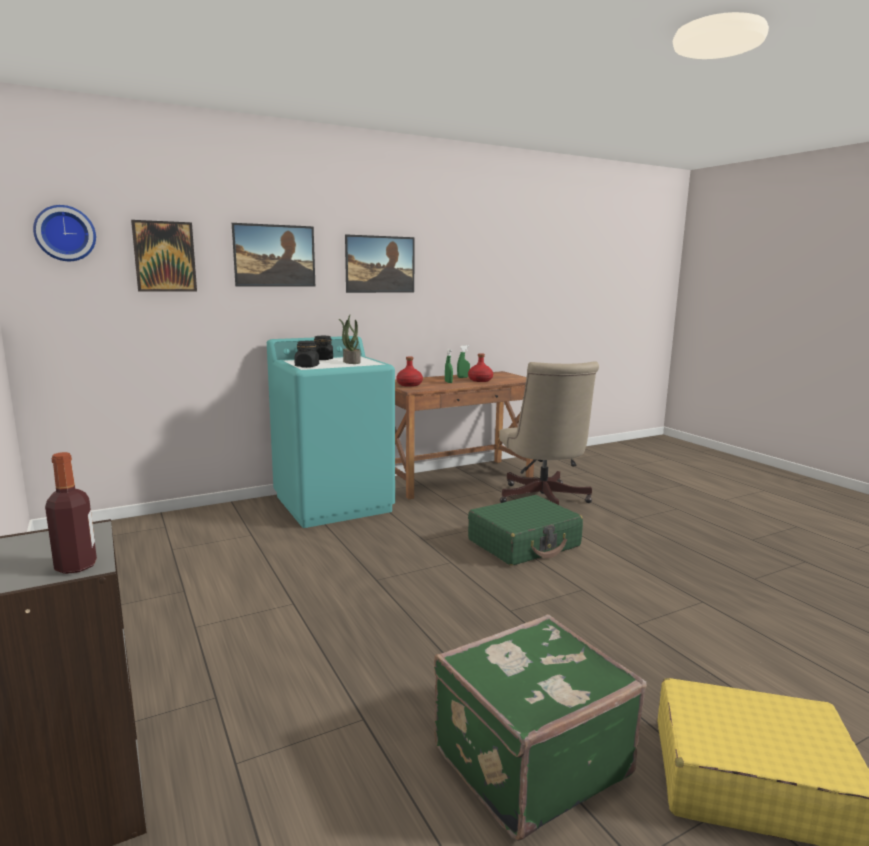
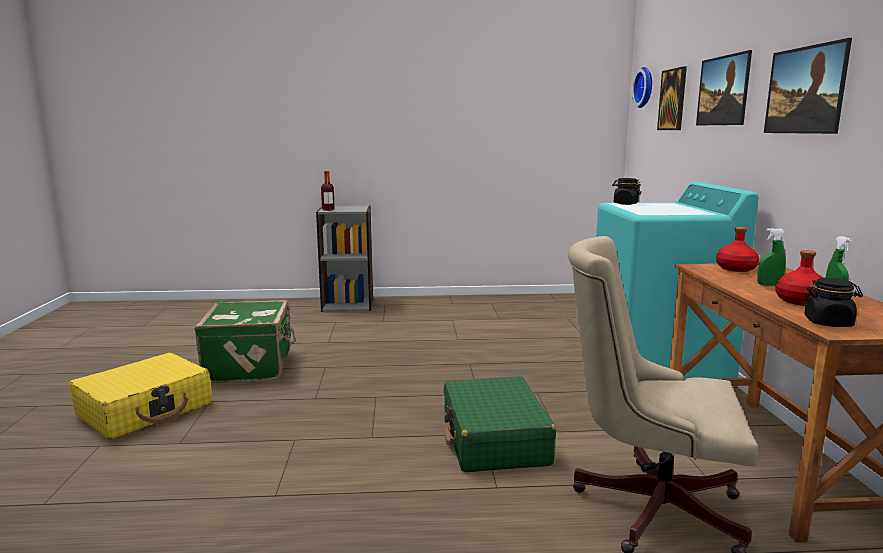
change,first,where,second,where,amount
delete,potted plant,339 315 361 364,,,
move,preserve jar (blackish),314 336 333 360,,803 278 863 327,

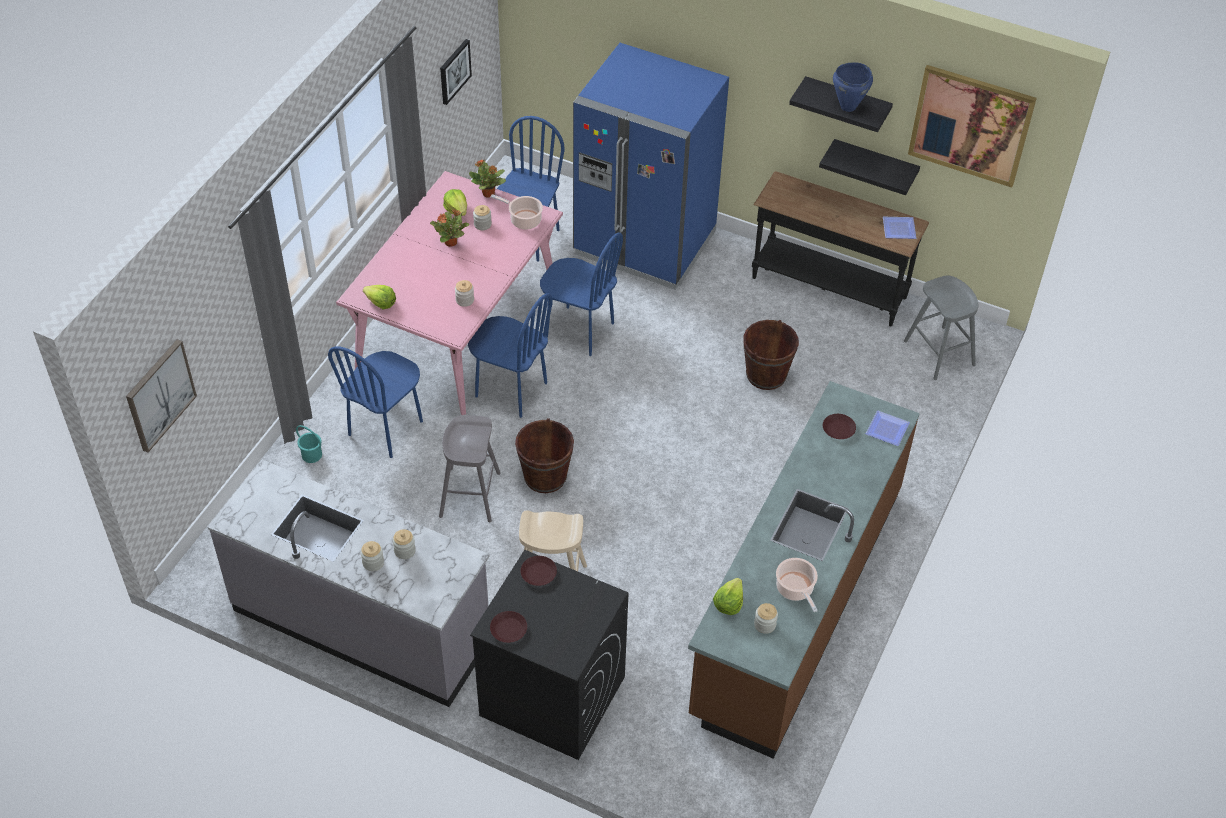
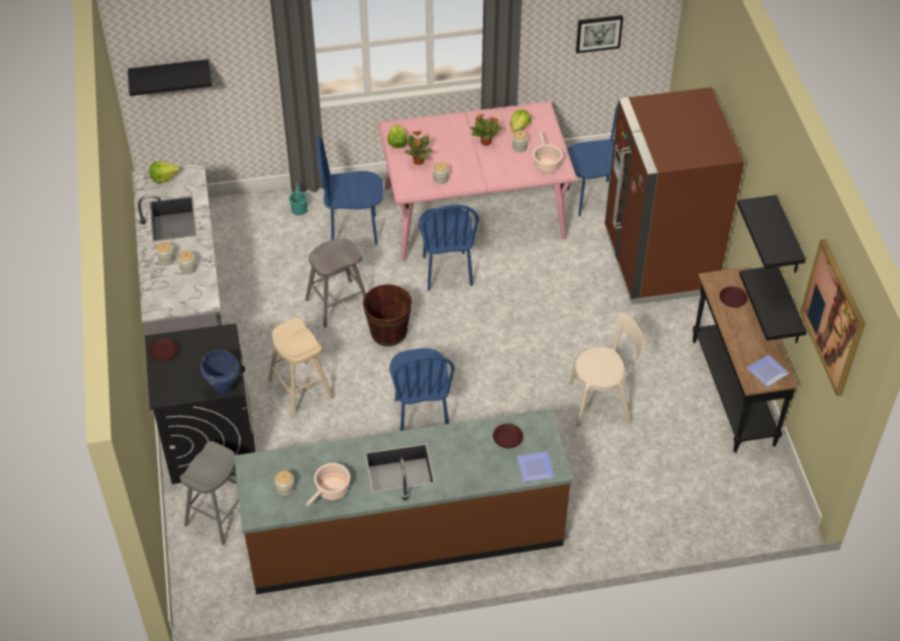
change,first,where,second,where,amount
recolor,kitchen fridge (blue),573 43 729 290,kitchen fridge (brown-coloured),605 87 744 304,
move,stockpot (blue),833 62 873 112,,200 350 240 394,
move,potted plant,469 159 506 198,,404 131 433 165,
move,plain chair (blue),540 232 623 356,,390 348 455 431,
move,stool (gray),904 276 978 380,,180 441 239 545,
replace,water bucket (brown-coloured),743 320 799 390,plain chair (beige),568 313 644 427,
replace,picture,126 339 197 453,bracket shelf (blackish),128 59 212 96,
move,plate (brown-coloured),520 556 557 586,,719 286 748 308,
move,lettuce,713 578 743 615,,149 161 180 183,

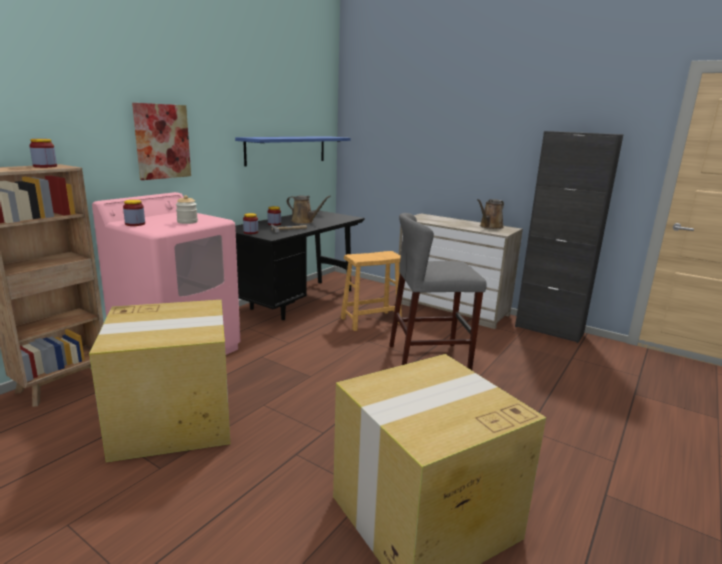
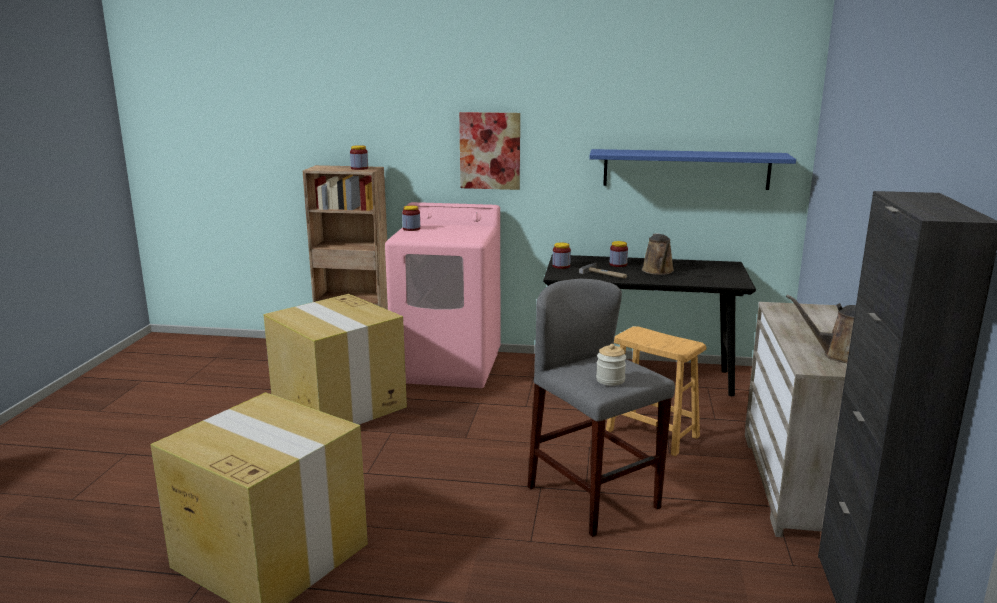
change,first,where,second,where,amount
move,preserve jar,176 195 198 224,,596 344 626 386,

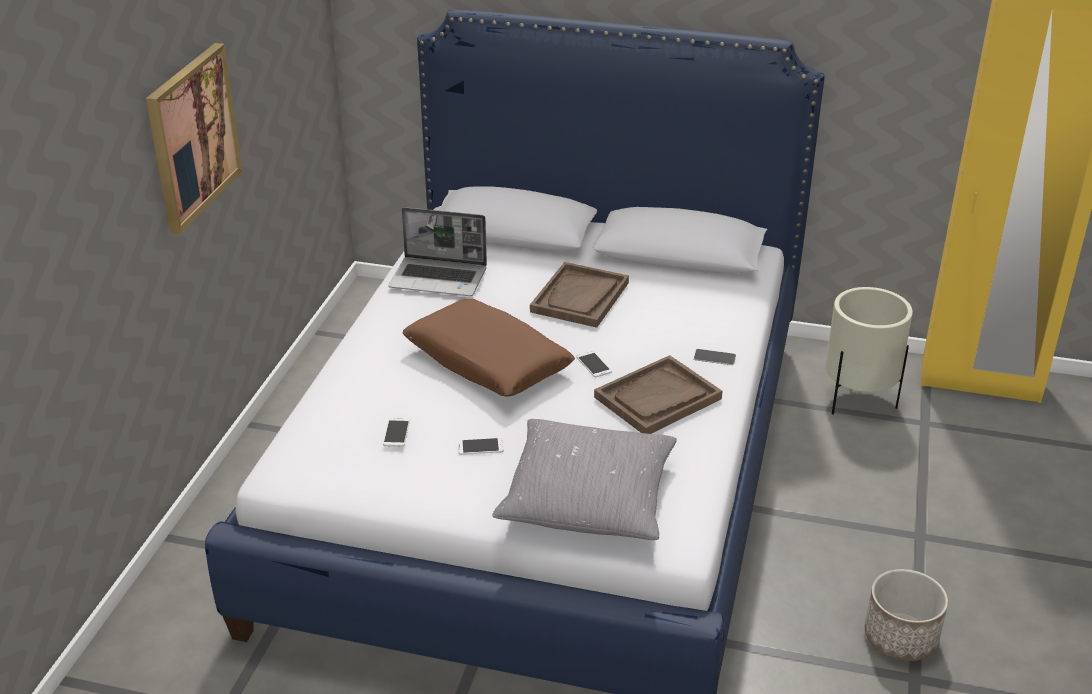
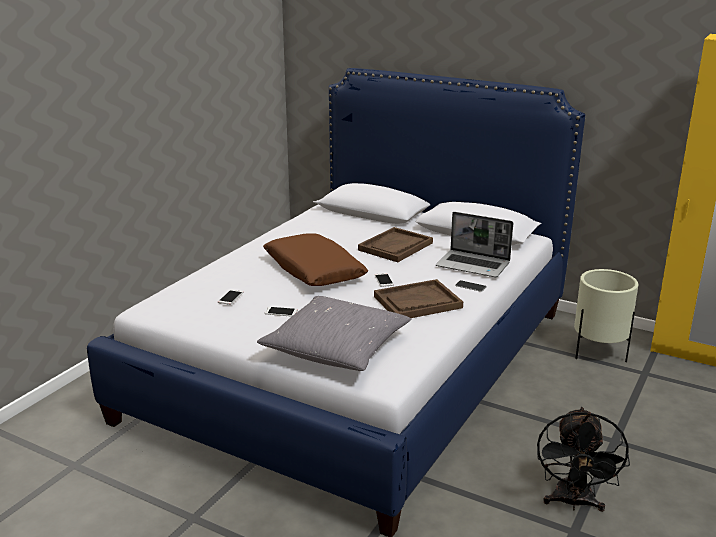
change,first,where,second,where,amount
delete,picture,146 43 243 234,,,
move,laptop,388 207 487 296,,436 212 513 277,
replace,plant pot,865 569 948 661,fan (blackish),537 407 630 512,

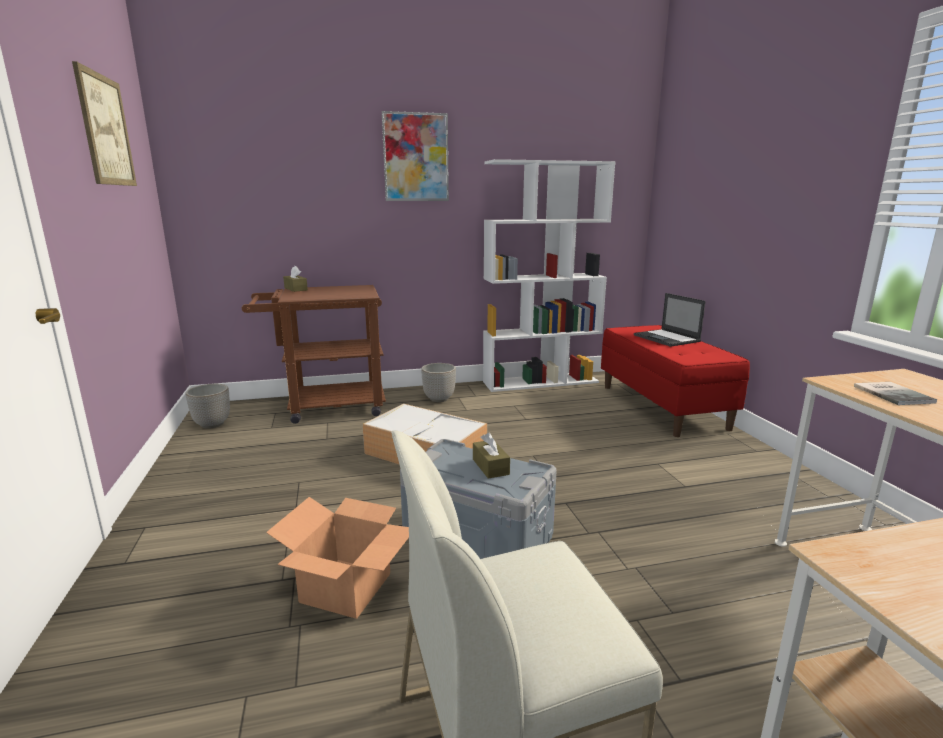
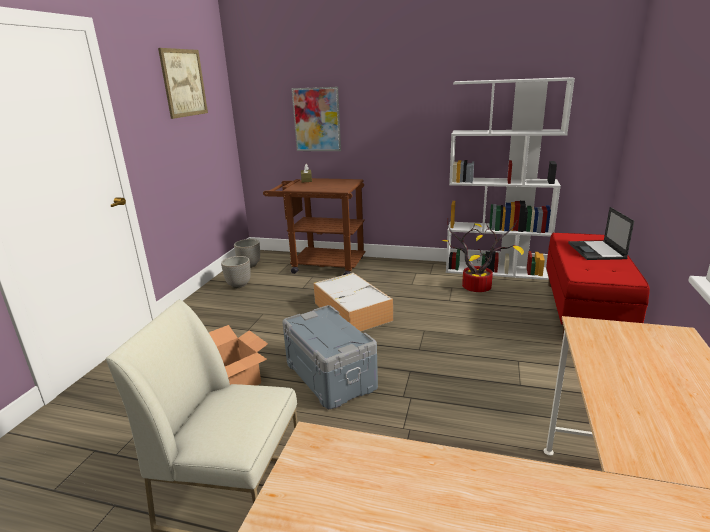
change,first,where,second,where,amount
move,picture,382 111 449 201,,291 87 341 151,
move,plant pot,421 363 456 402,,221 256 251 288,
delete,bound book,854 382 937 405,,,
delete,tissue box (brown-coloured),473 433 510 479,,,
insert,,,potted plant,442 220 524 292,

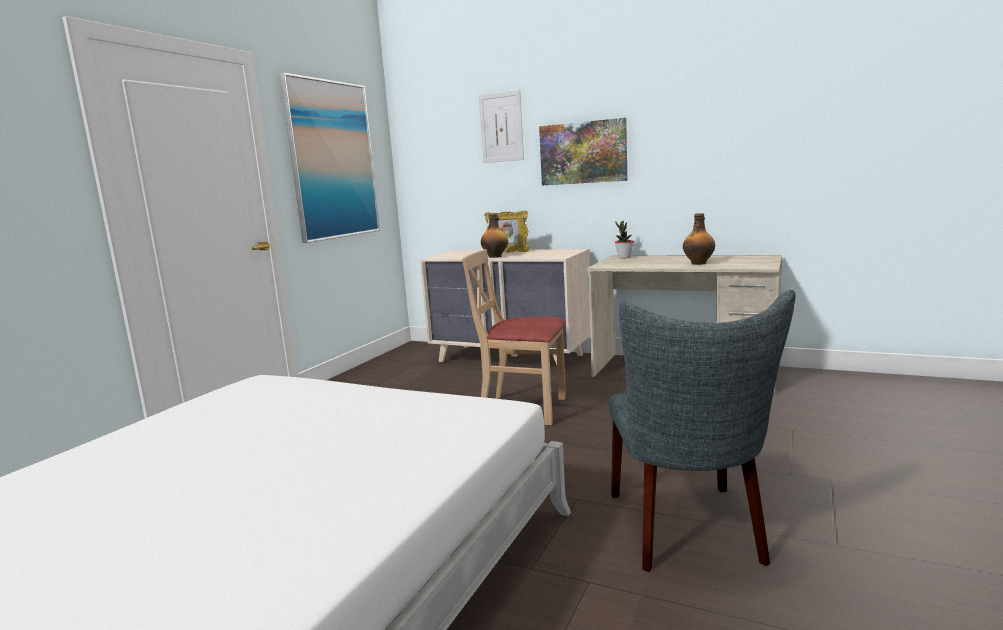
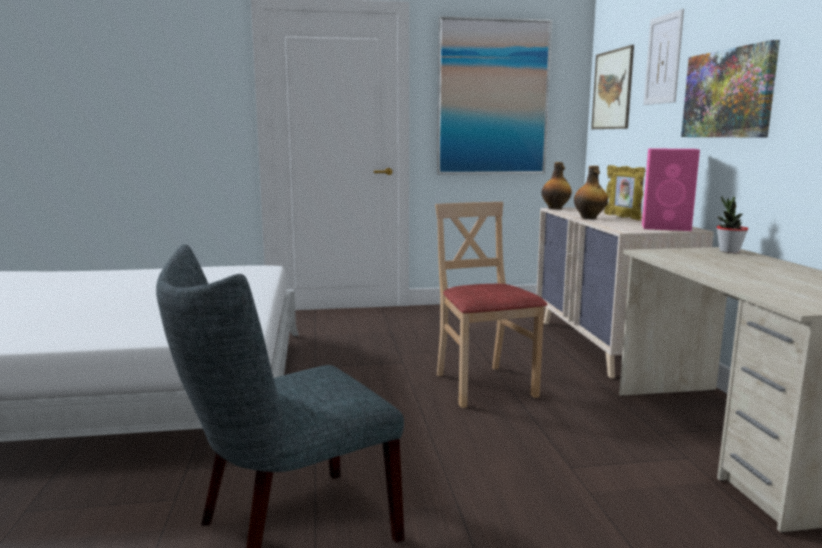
change,first,where,second,where,amount
move,bottle,683 213 715 265,,541 162 572 210,
insert,,,picture,591 45 634 129,
insert,,,loudspeaker (pink),642 148 700 231,

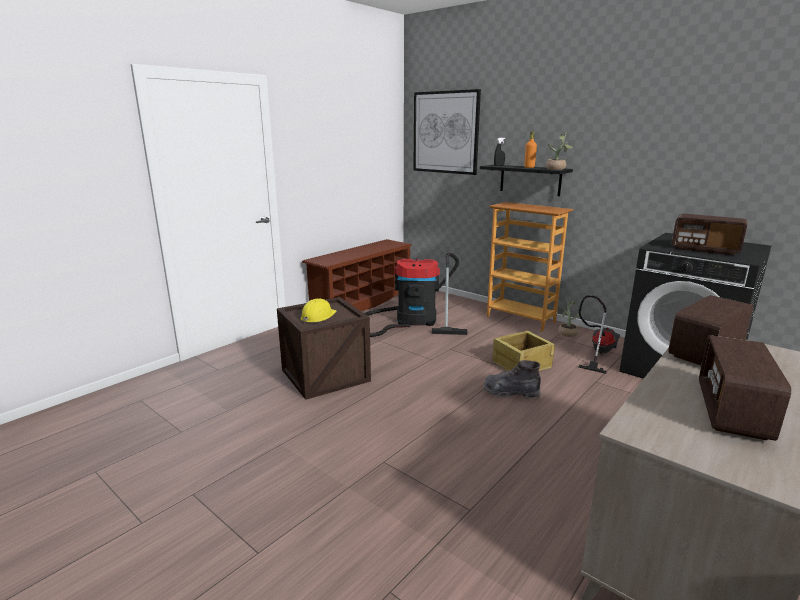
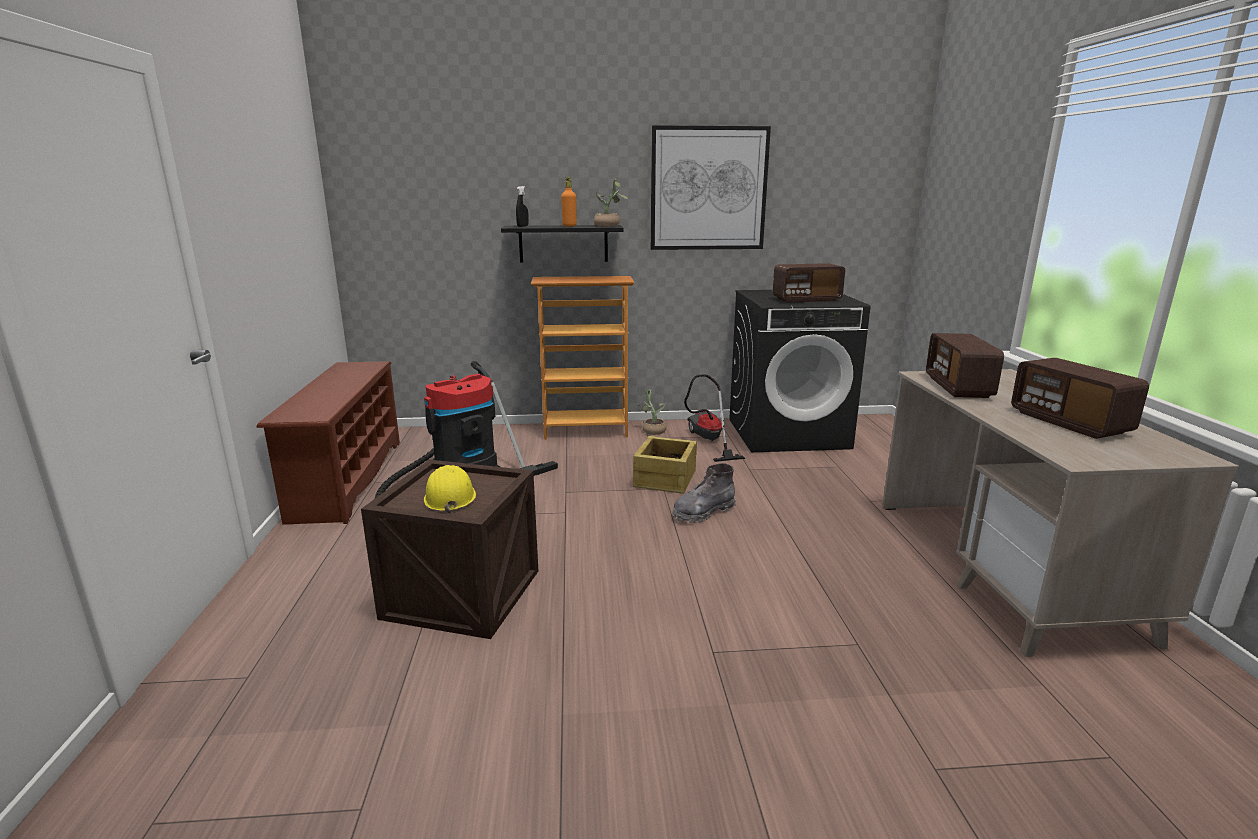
change,first,where,second,where,amount
move,picture,413 89 481 175,,651 125 771 250,

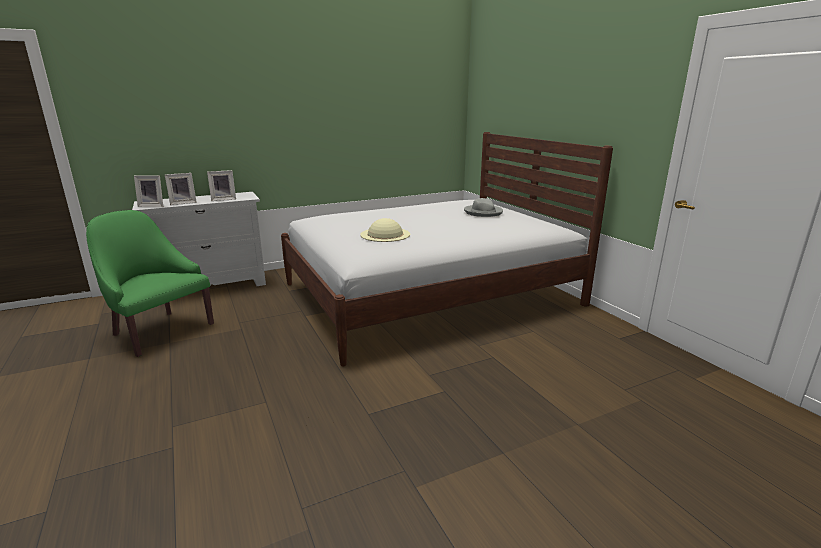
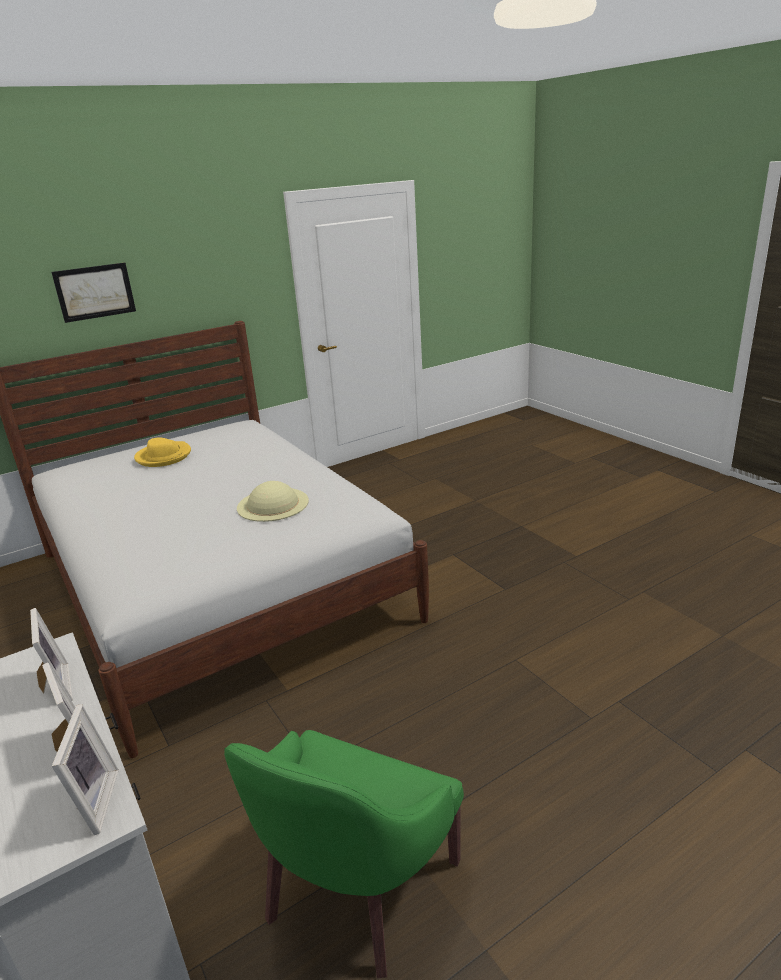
change,first,where,second,where,amount
recolor,wearable hat (gray),464 198 503 217,wearable hat (yellow),134 437 191 467,
insert,,,picture,51 263 136 323,

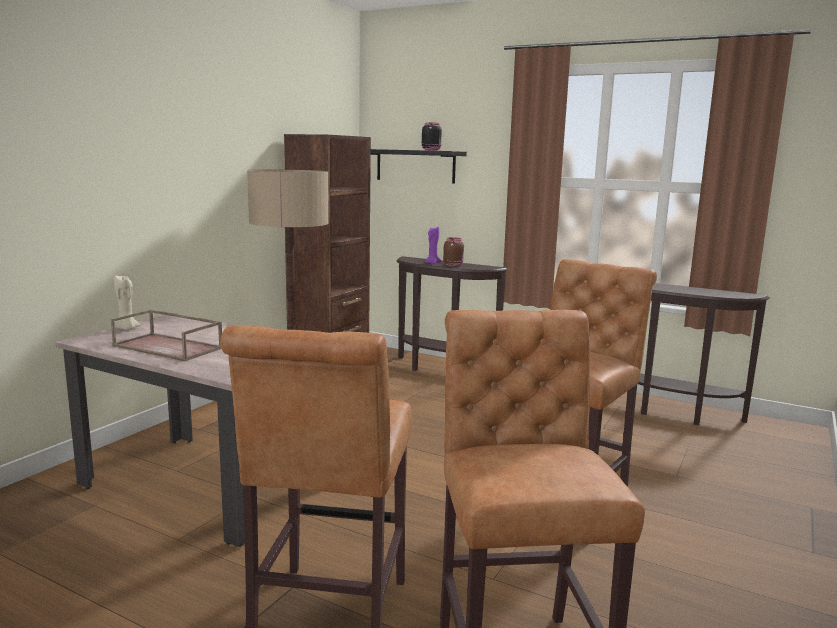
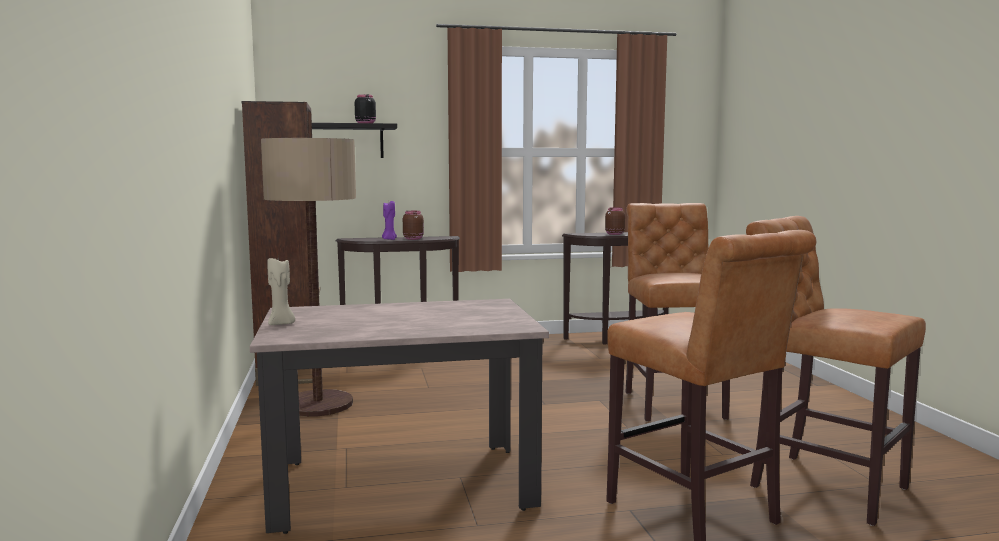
change,first,where,second,where,amount
delete,serving tray (brown-coloured),111 309 222 361,,,
insert,,,preserve jar (brown-coloured),605 208 625 235,

